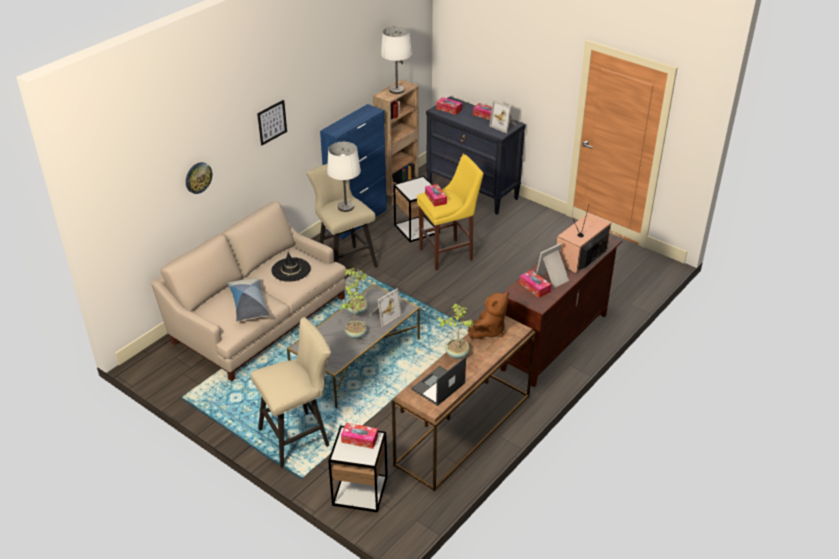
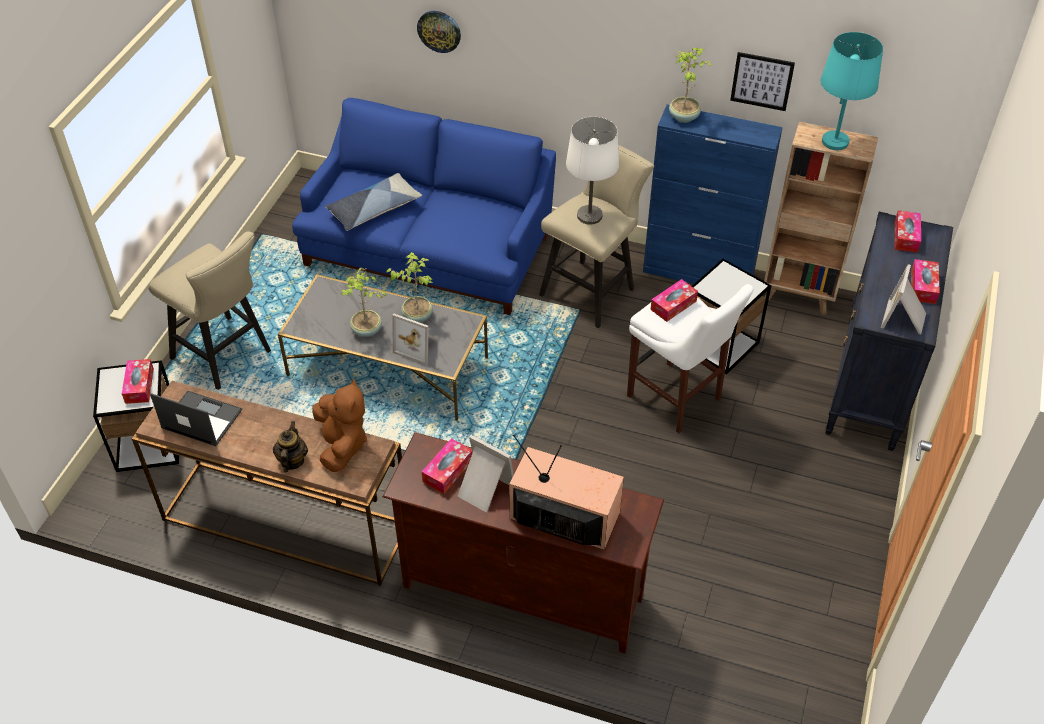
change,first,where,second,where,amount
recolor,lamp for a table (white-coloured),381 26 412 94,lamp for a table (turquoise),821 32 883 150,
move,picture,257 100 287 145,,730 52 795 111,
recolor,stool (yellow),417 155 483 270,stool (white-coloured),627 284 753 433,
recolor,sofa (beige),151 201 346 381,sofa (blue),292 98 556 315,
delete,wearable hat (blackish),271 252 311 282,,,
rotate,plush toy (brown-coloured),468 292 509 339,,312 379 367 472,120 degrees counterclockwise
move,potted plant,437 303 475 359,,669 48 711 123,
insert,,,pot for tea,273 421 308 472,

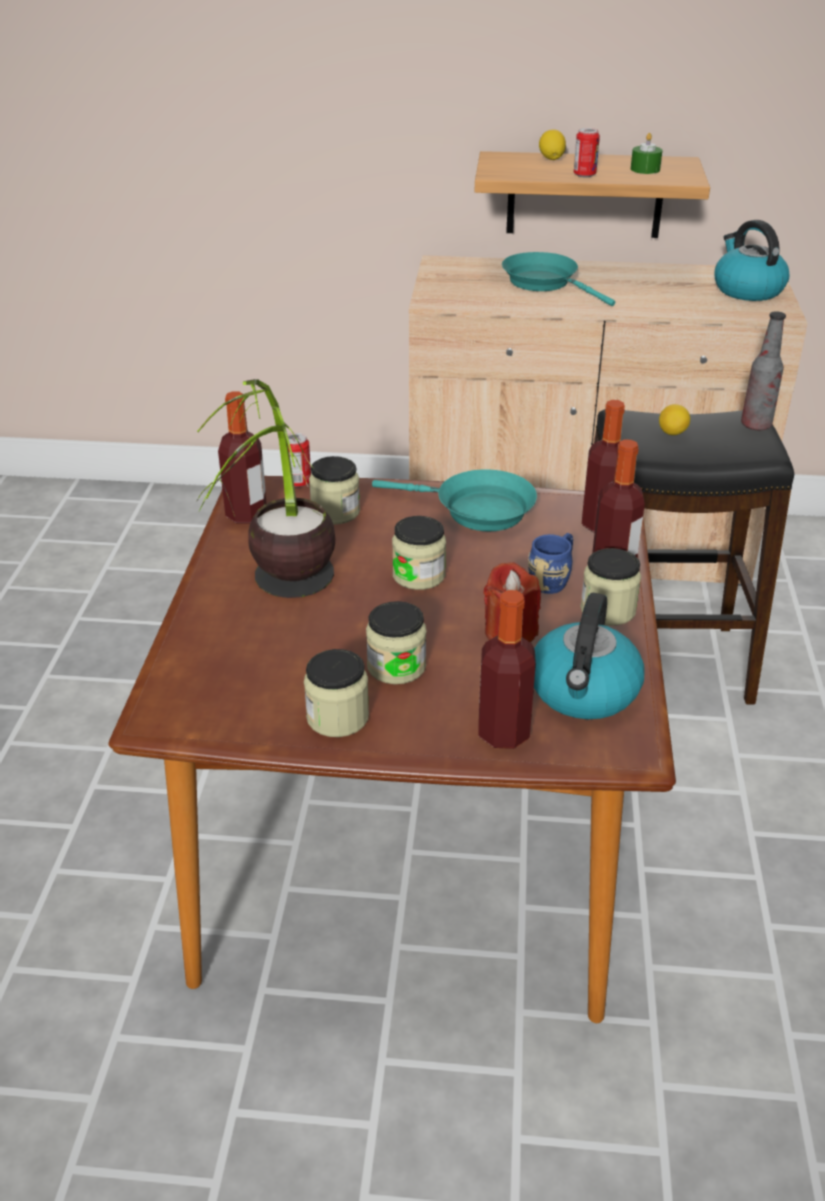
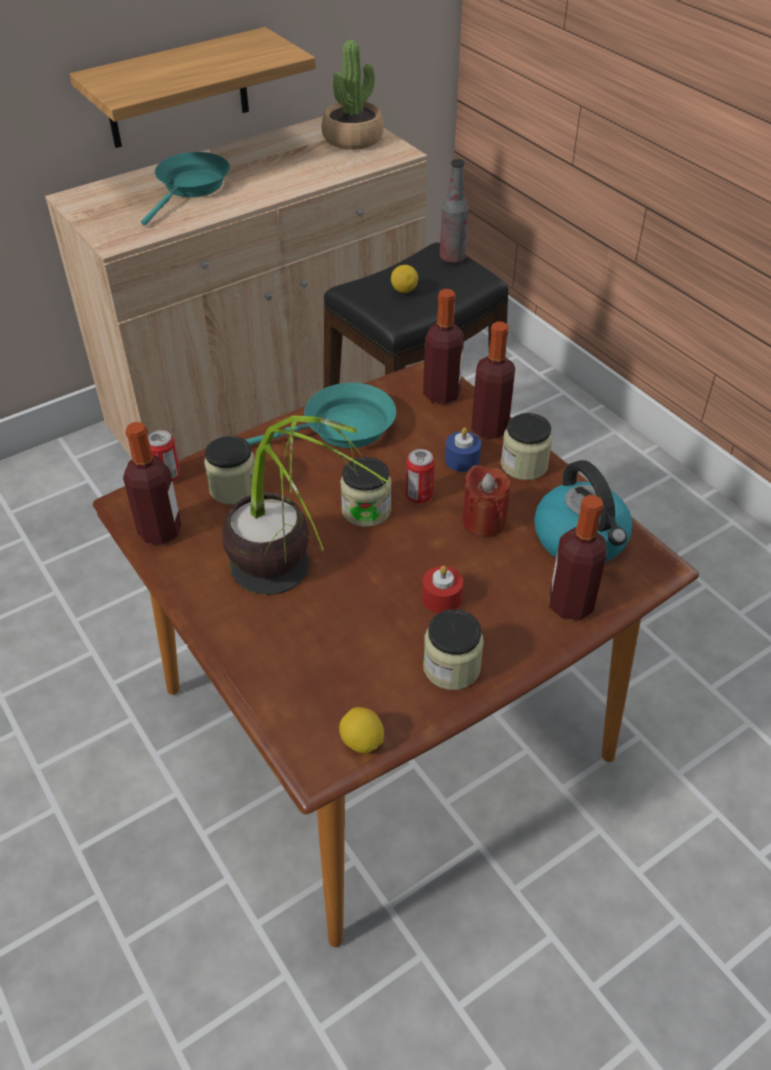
change,first,where,second,where,amount
move,can,574 128 600 178,,406 449 435 503,
move,lemon,539 129 566 160,,339 707 384 753,
delete,wax light (greenish),631 133 663 174,,,
replace,kettle,714 220 790 301,potted plant,322 40 384 150,
rotate,skillet (turquoise),502 252 615 306,,141 152 230 226,105 degrees clockwise
replace,tea mug (blue),528 533 573 594,wax light (blue),445 427 481 472,
replace,preserve jar,366 601 427 684,wax light (reddish),422 566 463 614,

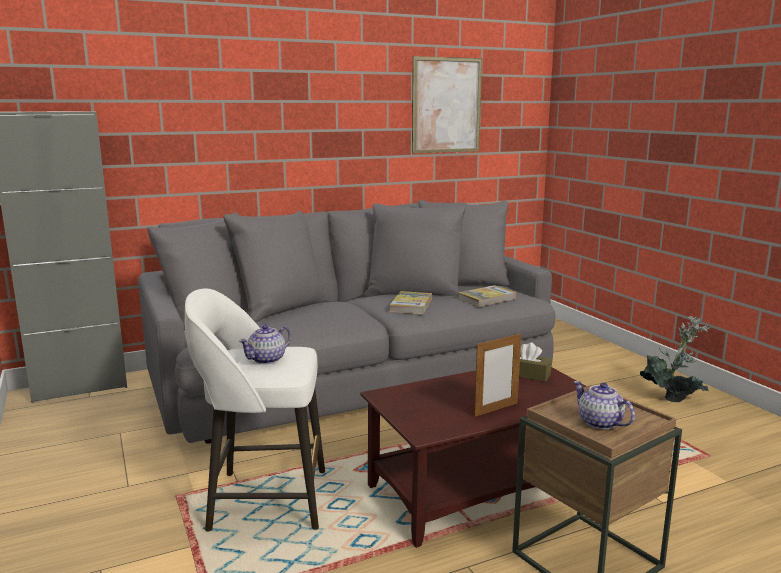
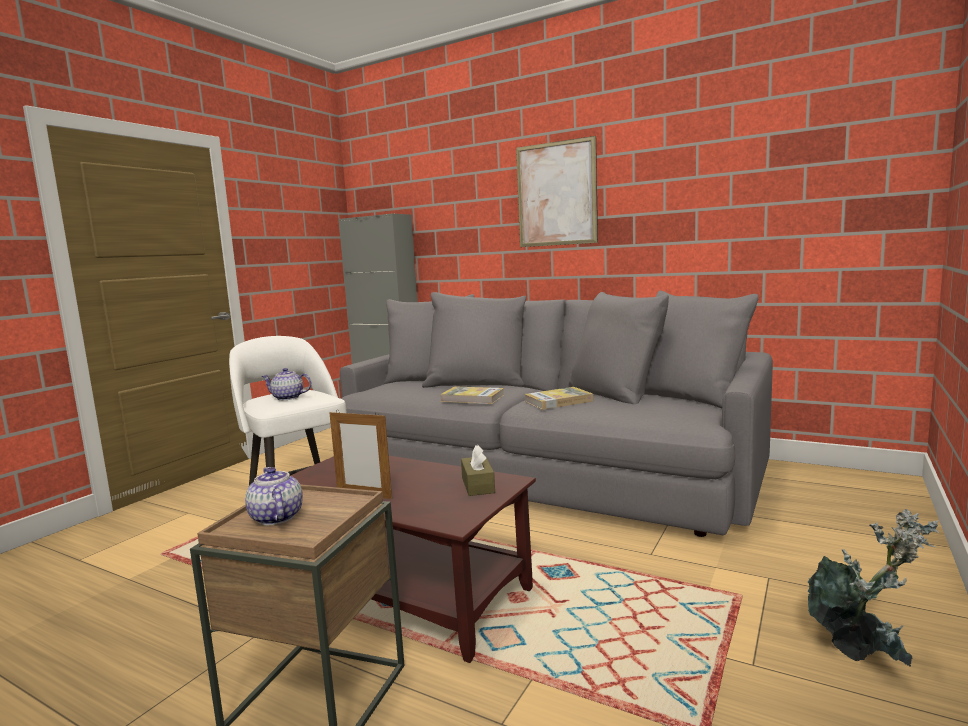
change,first,where,second,where,amount
move,picture,412 56 482 153,,516 136 598 247,
move,bound book,458 285 517 307,,440 387 504 404,
rotate,pot for tea,574 381 635 430,,245 467 303 525,45 degrees counterclockwise

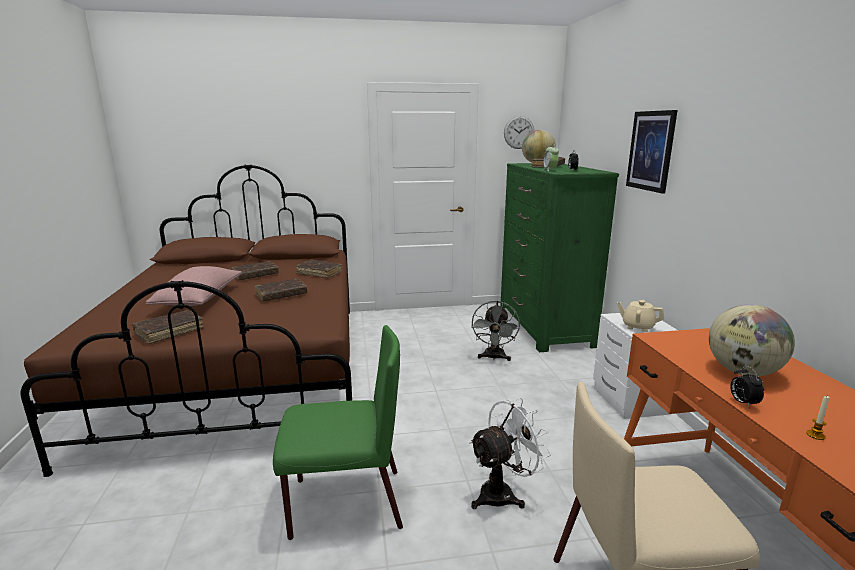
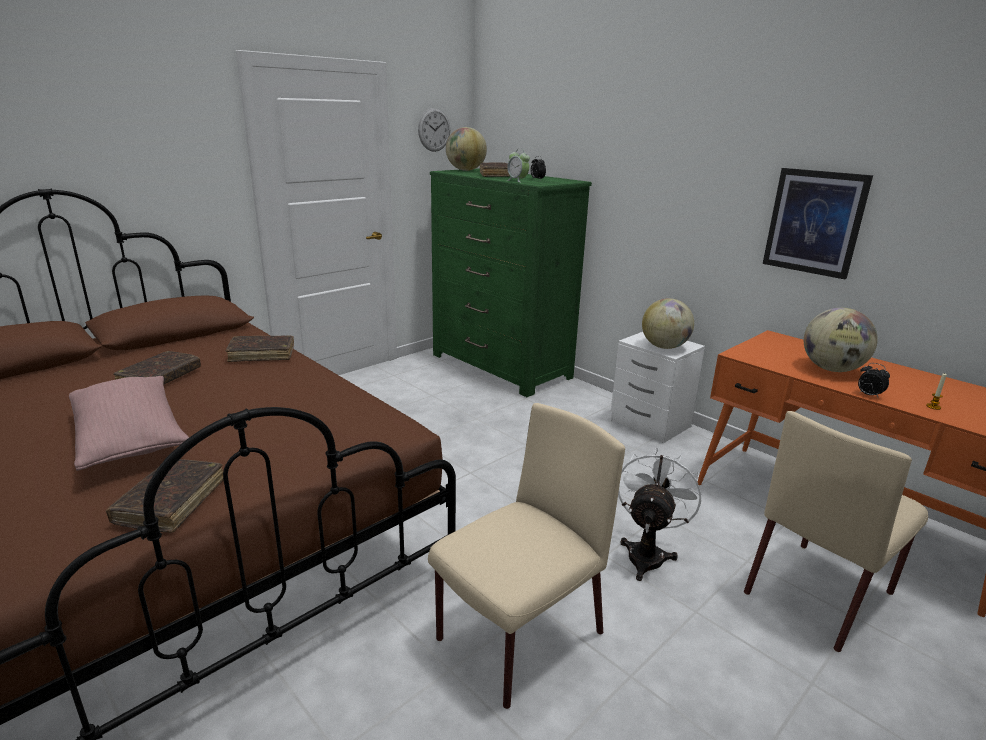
change,first,where,second,where,amount
move,picture,626 110 678 193,,763 168 873 279,
delete,bound book (brown-coloured),255 279 307 301,,,
replace,pot for tea (beige),617 300 664 332,desk globe,642 298 694 349,
delete,fan (gray),471 301 520 361,,,
recolor,plain chair (greenish),273 325 403 540,plain chair (beige),428 403 625 709,

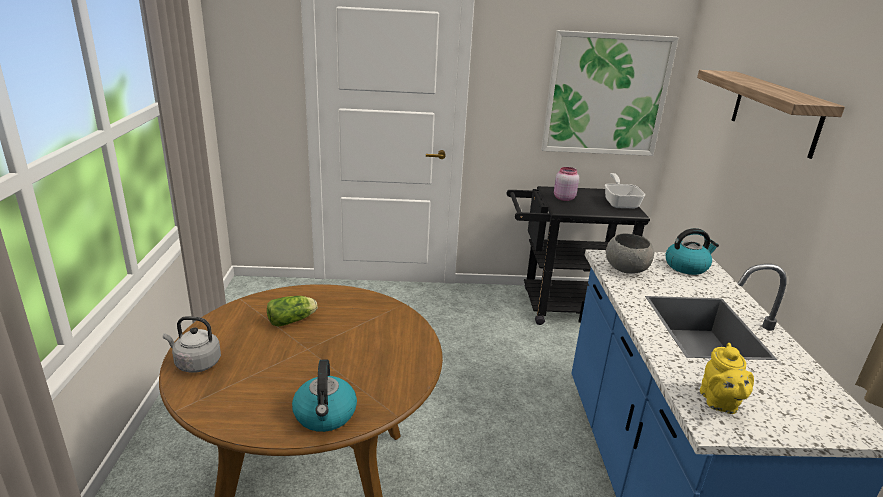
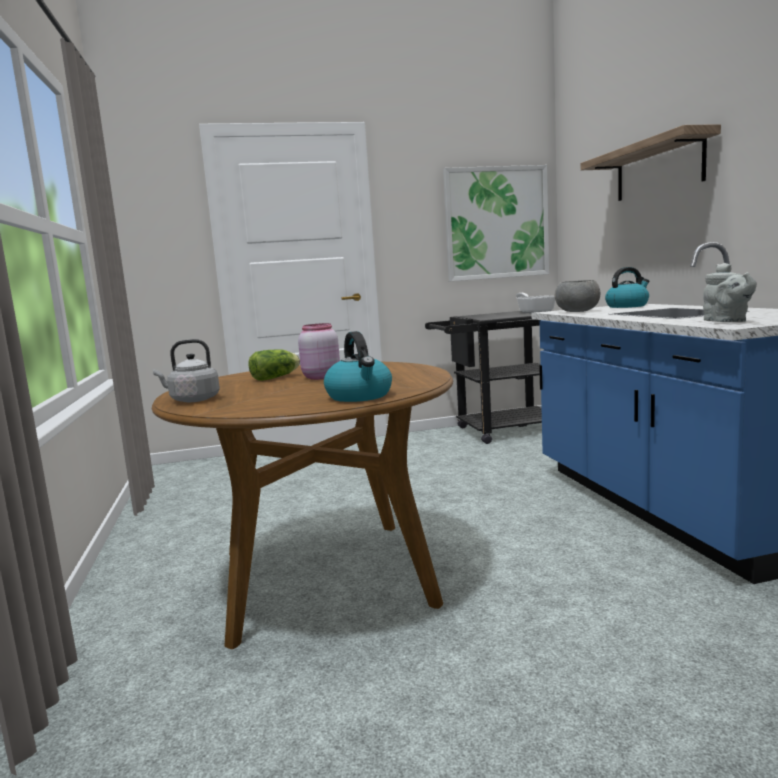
change,first,where,second,where,amount
move,preserve jar (pink),554 167 579 201,,298 323 340 380,
recolor,pot for tea (yellow),700 343 754 414,pot for tea (gray),703 263 757 322,

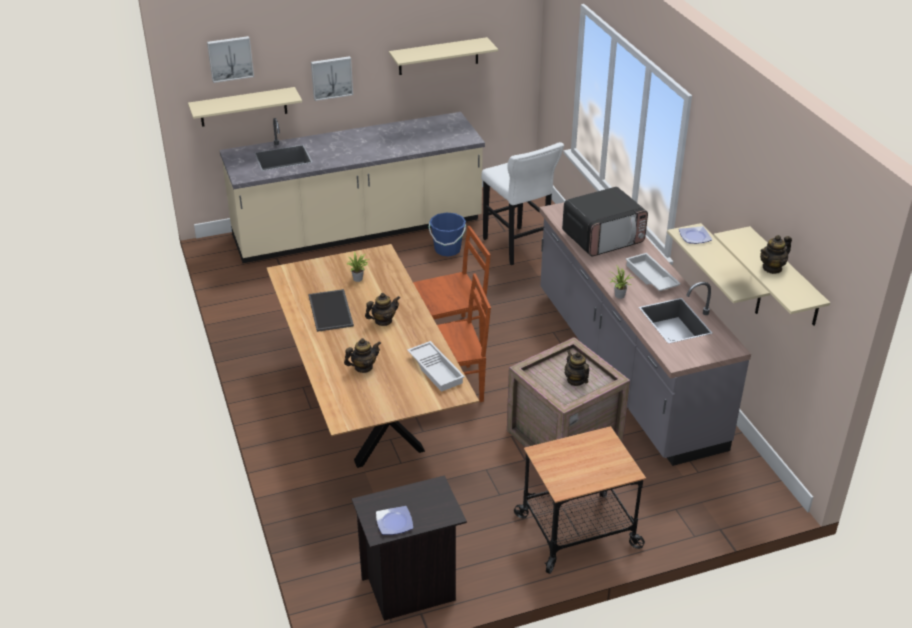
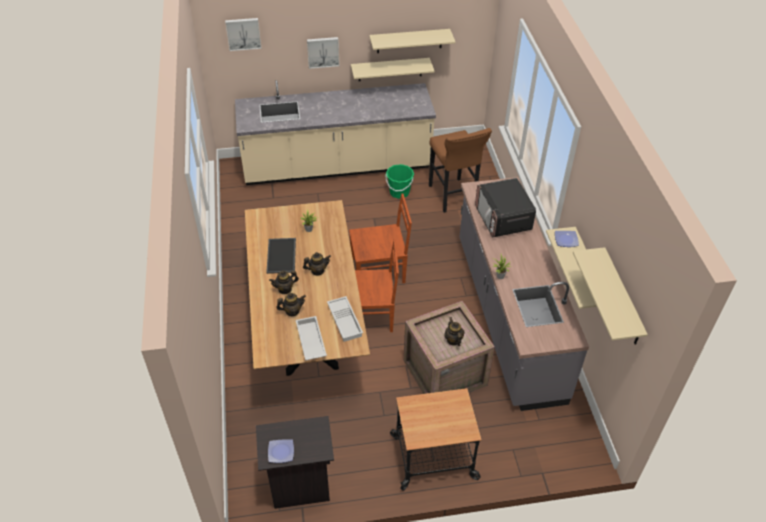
change,first,where,second,where,amount
move,bracket shelf (beige),188 87 302 127,,351 58 434 81,
recolor,stool (white-coloured),481 142 564 265,stool (brown-coloured),429 128 492 213,
rotate,kitchen microwave,562 187 648 257,,475 178 536 237,90 degrees clockwise
recolor,water bucket (blue),429 212 466 256,water bucket (greenish),385 164 414 199,
move,pot for tea,760 235 792 274,,269 270 299 294,
move,serving tray (white-coloured),626 253 681 291,,296 316 327 360,

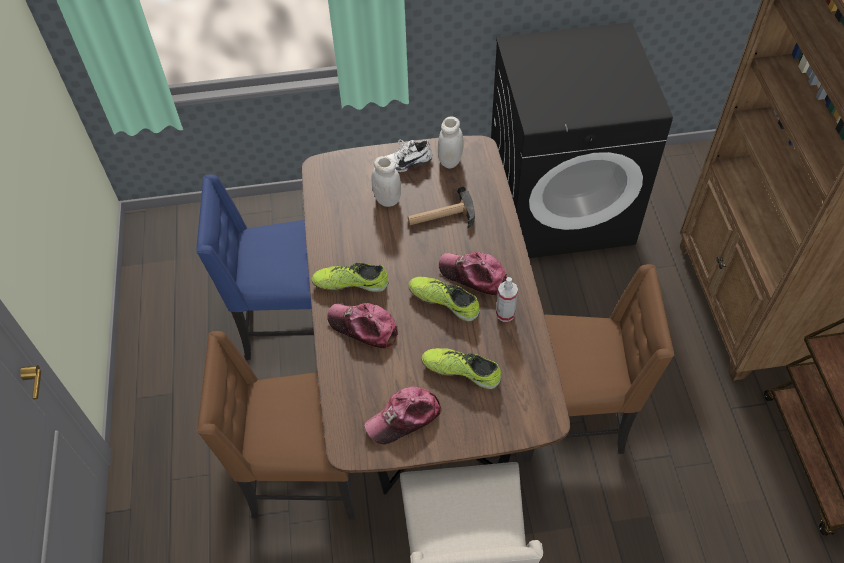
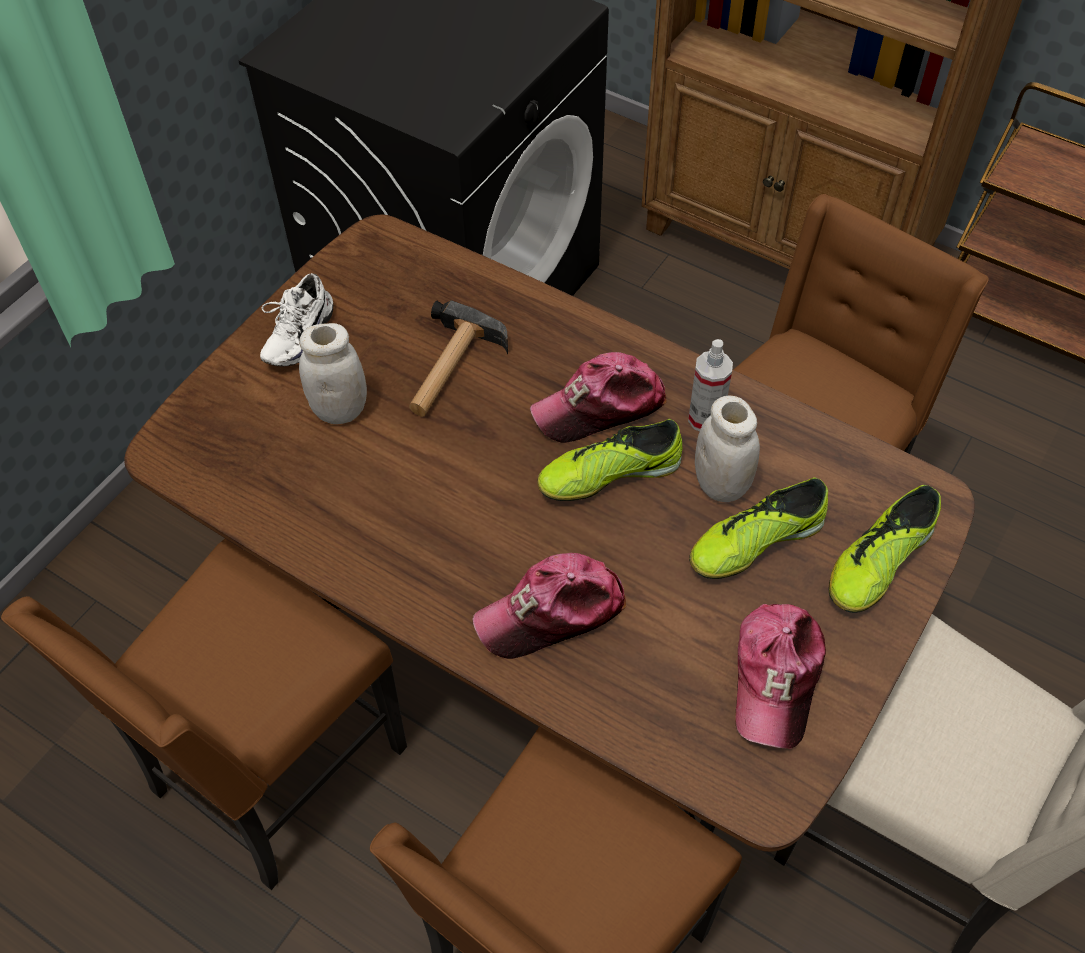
change,first,where,second,where,amount
move,preserve jar (white-coloured),438 117 464 169,,695 395 760 502,
recolor,plain chair (blue),196 175 314 360,plain chair (brown-coloured),1 539 407 890,
move,item of footwear,312 263 388 292,,829 485 941 613,

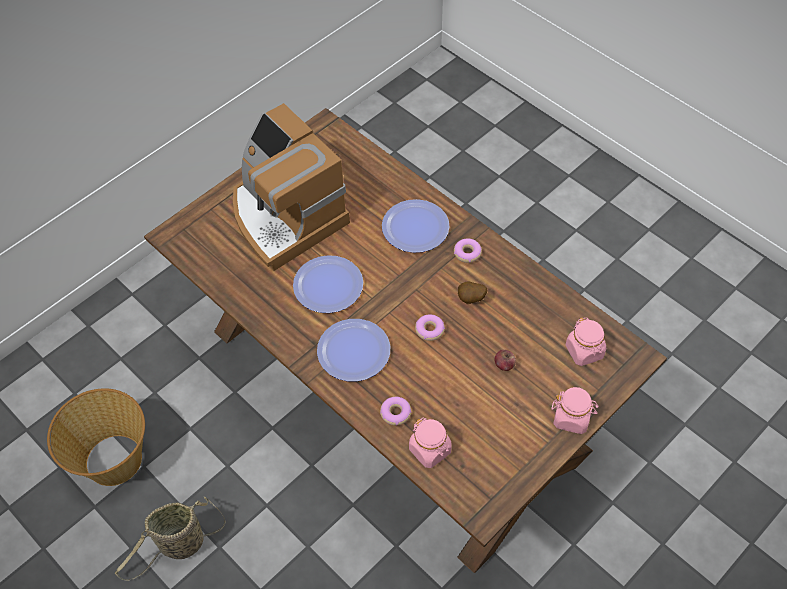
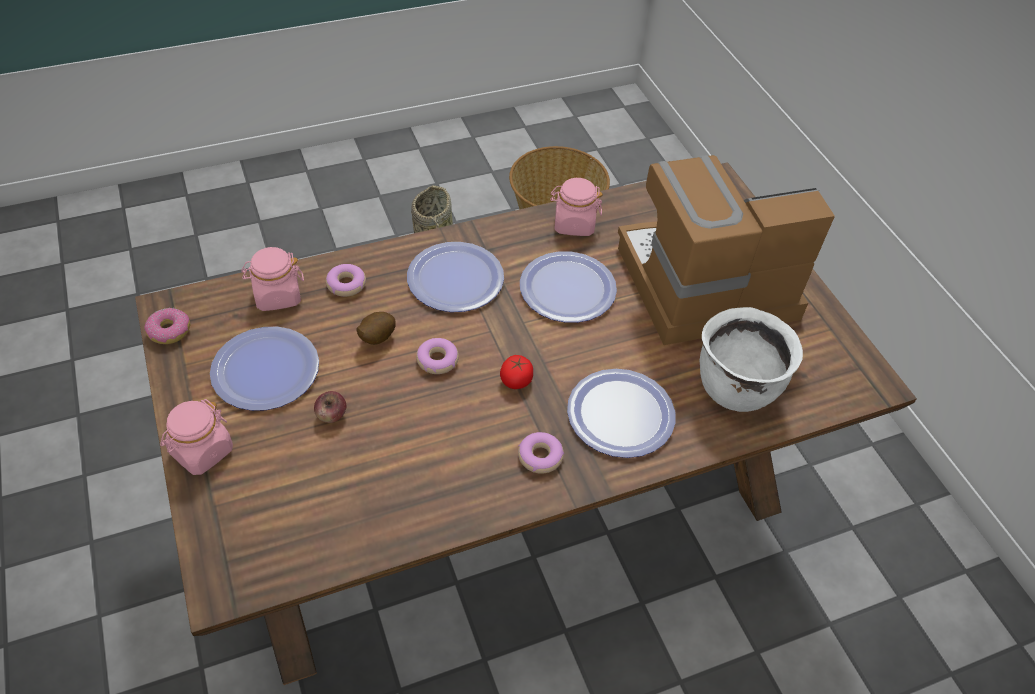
change,first,where,second,where,amount
move,potato,458 282 487 304,,356 312 396 345,
move,preserve jar (pink),566 317 606 366,,550 178 603 236,
insert,,,stockpot (white-coloured),700 307 803 412,
insert,,,doughnut,144 308 190 344,
insert,,,plate,210 327 319 411,
insert,,,tomato,500 355 533 389,

